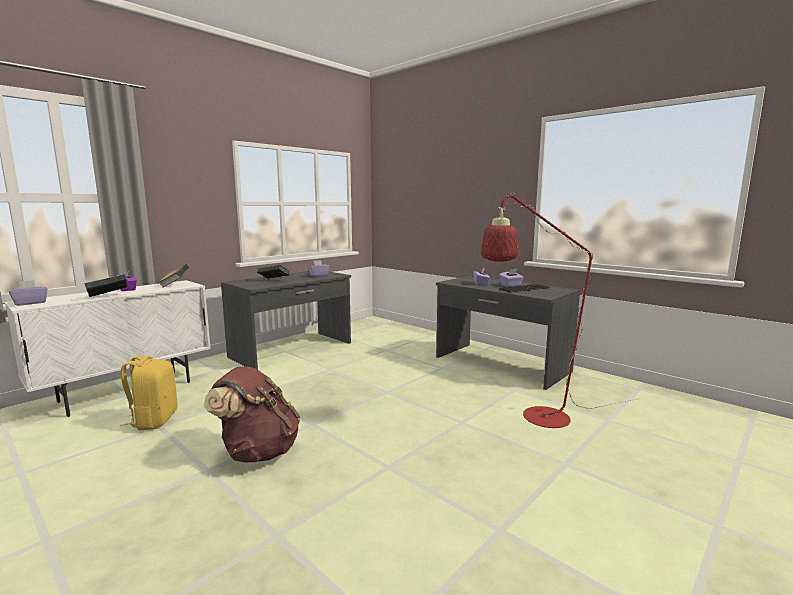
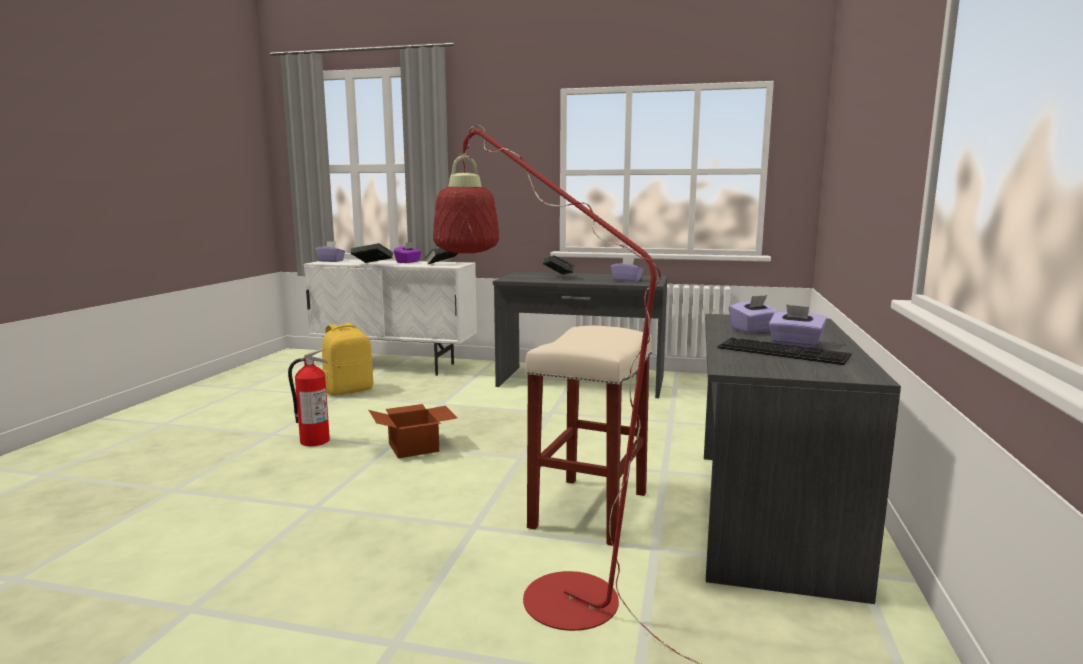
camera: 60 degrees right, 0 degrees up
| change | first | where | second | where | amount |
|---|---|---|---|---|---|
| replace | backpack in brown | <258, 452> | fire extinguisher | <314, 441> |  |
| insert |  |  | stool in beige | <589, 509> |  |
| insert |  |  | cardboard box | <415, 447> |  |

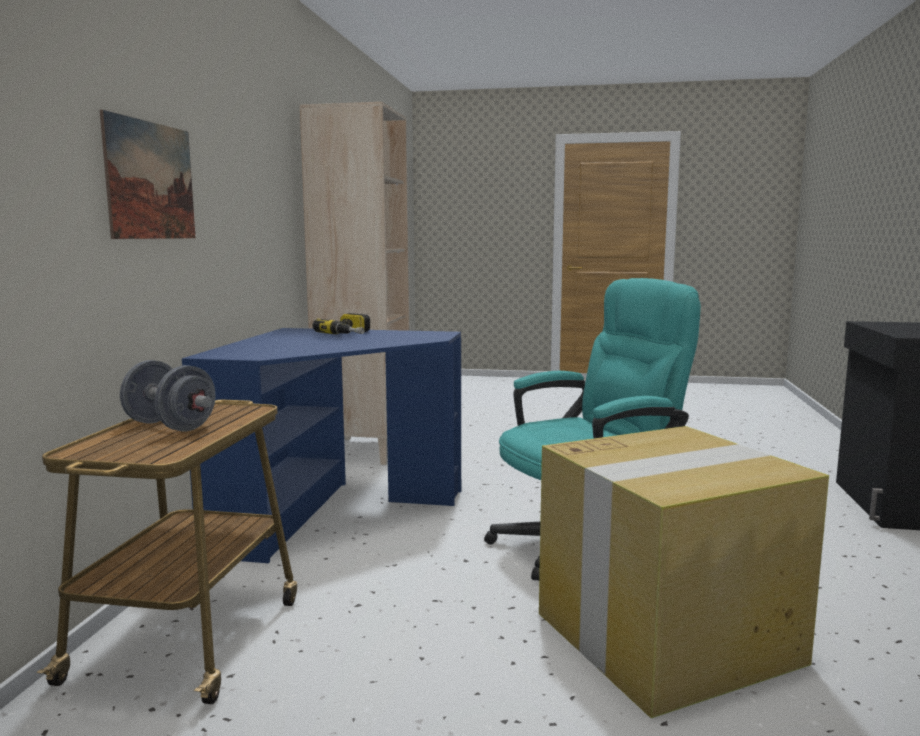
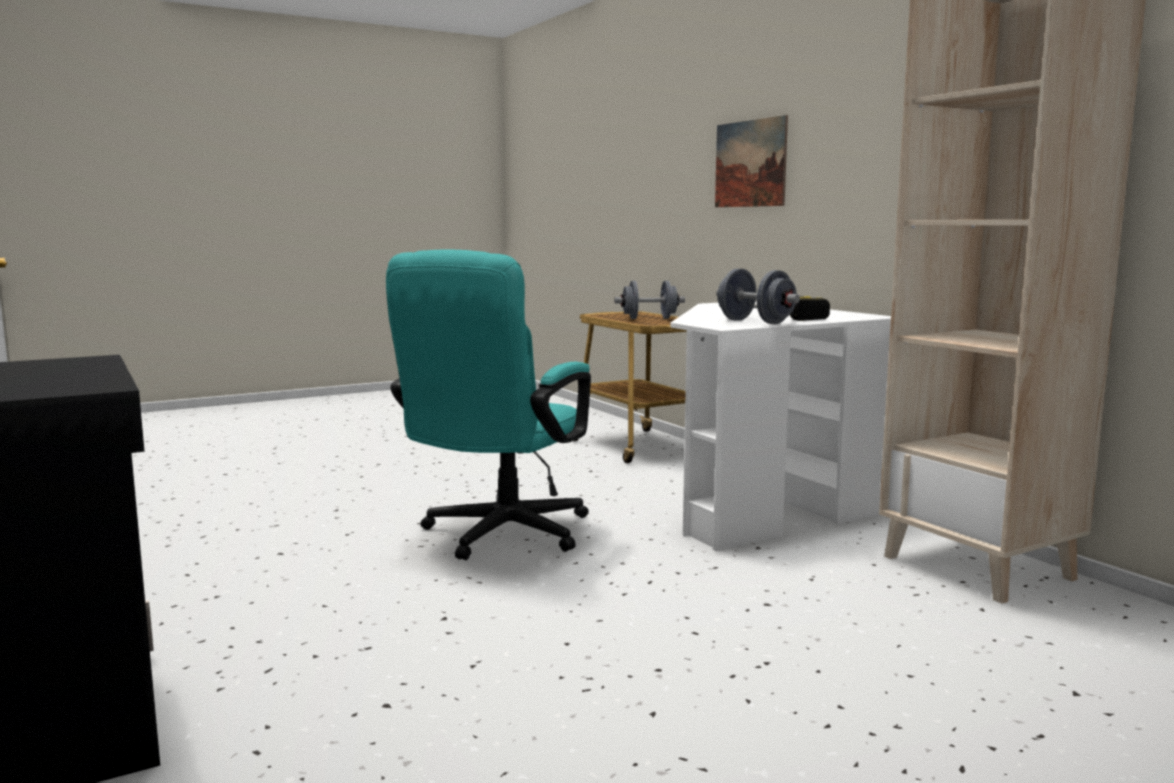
camera: 140 degrees right, 0 degrees up
| change | first | where | second | where | amount |
|---|---|---|---|---|---|
| recolor | desk in blue | <332, 514> | desk in white | <757, 501> |  |
| delete | cardboard box | <668, 637> |  |  |  |
| insert |  |  | dumbbell in grey | <755, 322> |  |

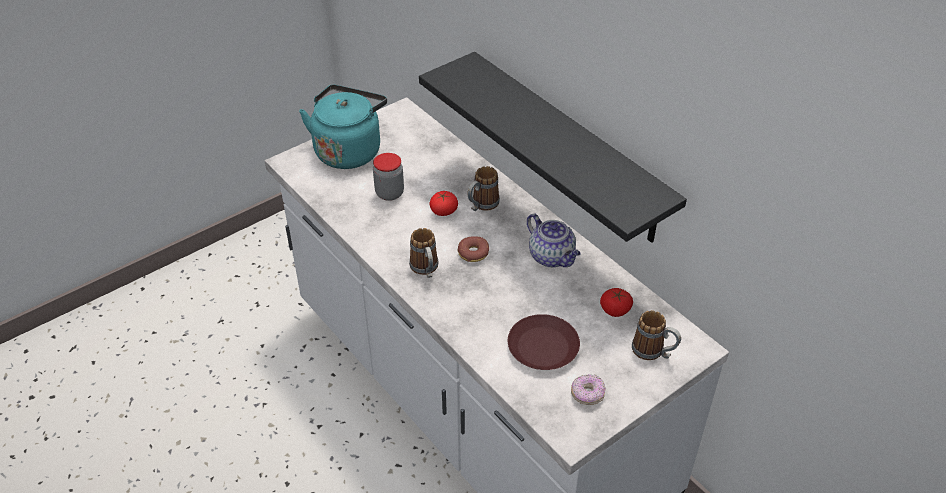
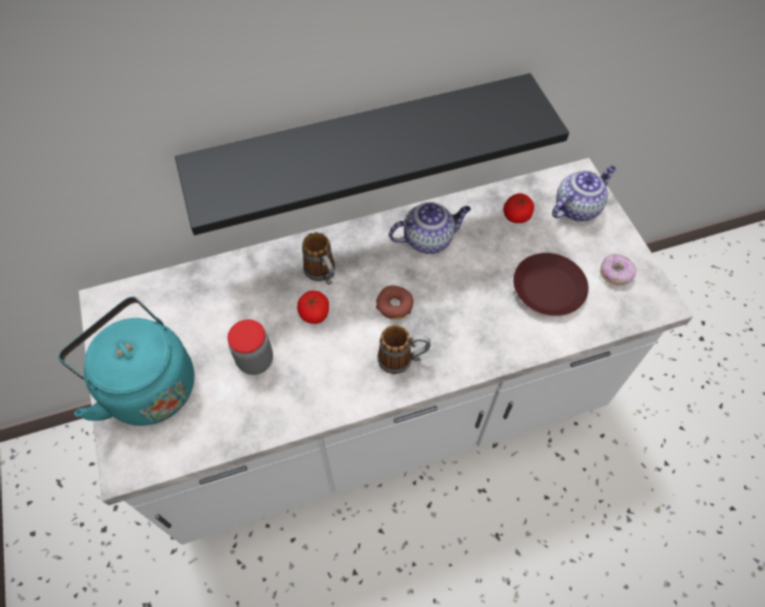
camera: 70 degrees left, 15 degrees up
| change | first | where | second | where | amount |
|---|---|---|---|---|---|
| replace | mug | <653, 352> | teapot | <577, 207> |  |

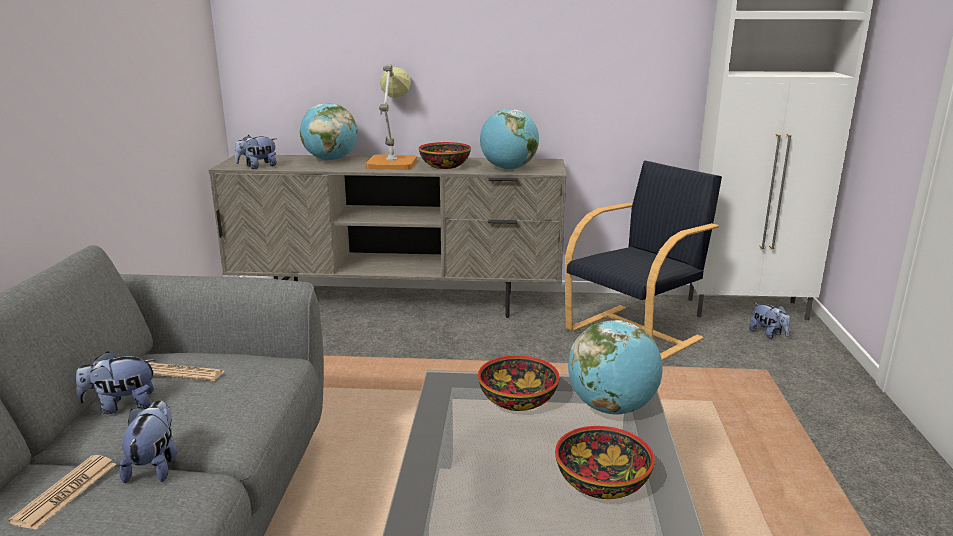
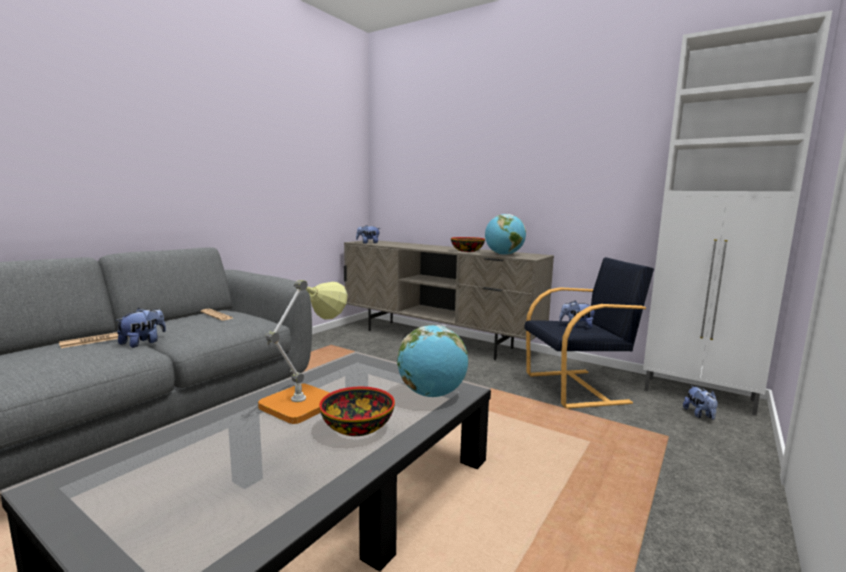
camera: 30 degrees right, 10 degrees down
| change | first | where | second | where | amount |
|---|---|---|---|---|---|
| move | table lamp | <393, 162> |  | <306, 401> |  |
| delete | globe | <330, 160> |  |  |  |
| move | plush toy | <121, 406> |  | <576, 326> |  |
| delete | bowl | <517, 400> |  |  |  |

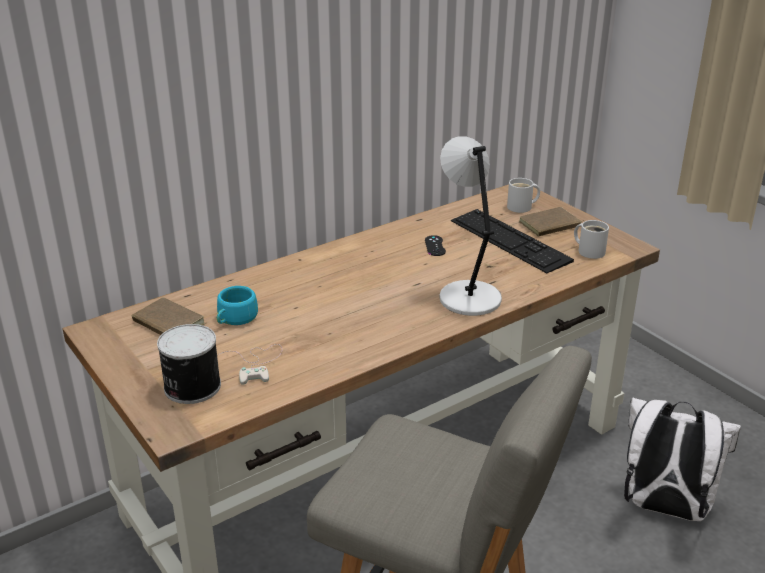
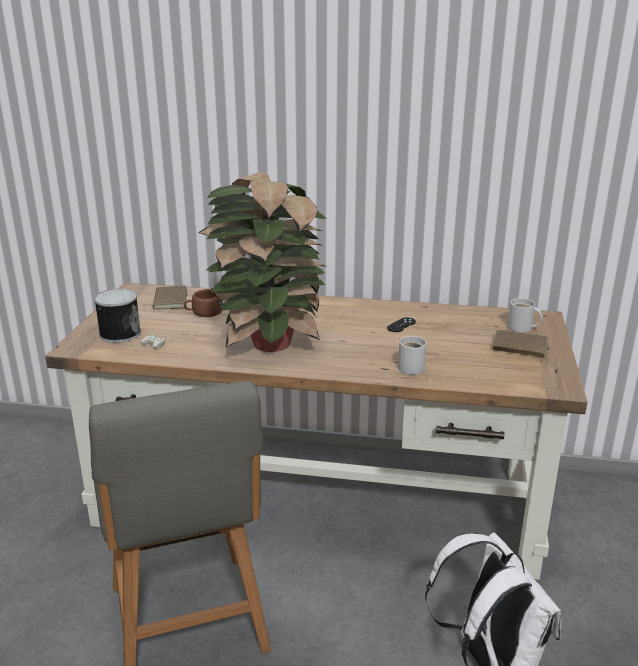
camera: 45 degrees right, 5 degrees down
| change | first | where | second | where | amount |
|---|---|---|---|---|---|
| delete | table lamp in grey | <468, 297> |  |  |  |
| delete | keyboard | <509, 240> |  |  |  |
| move | mug in white | <590, 251> |  | <412, 367> |  |
| recolor | cup in turquoise | <235, 319> | cup in brown | <203, 313> |  |
| insert |  |  | potted plant | <268, 342> |  |

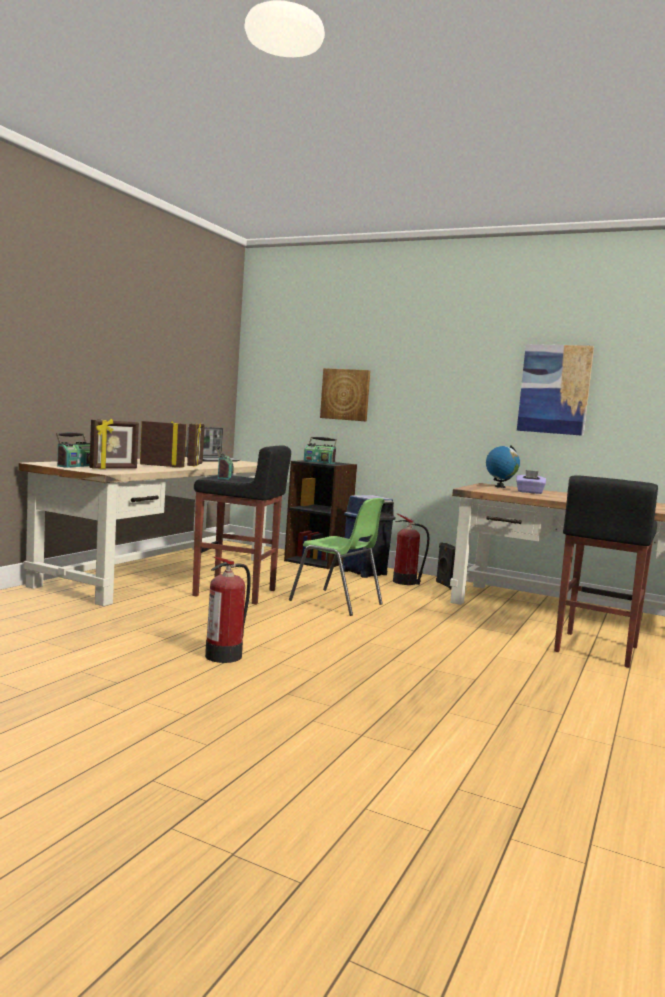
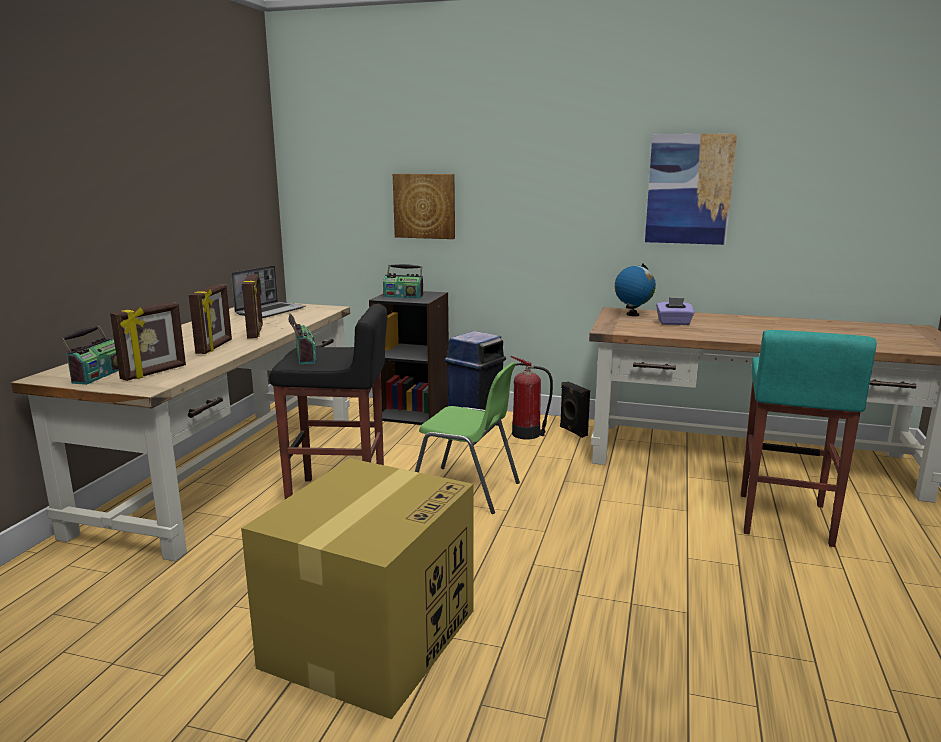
camera: 10 degrees left, 10 degrees up
| change | first | where | second | where | amount |
|---|---|---|---|---|---|
| rotate | picture frame | <162, 466> |  | <215, 347> | 105 degrees clockwise |
| recolor | stool in black | <595, 649> | stool in turquoise | <783, 519> |  |
| replace | fire extinguisher | <225, 655> | cardboard box | <371, 636> |  |

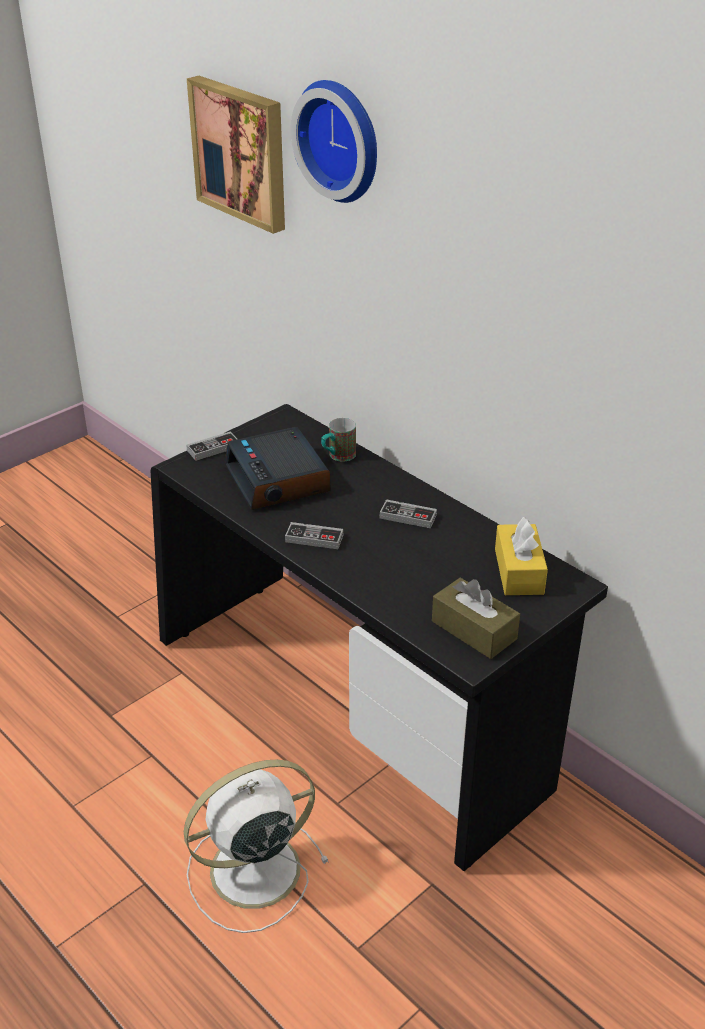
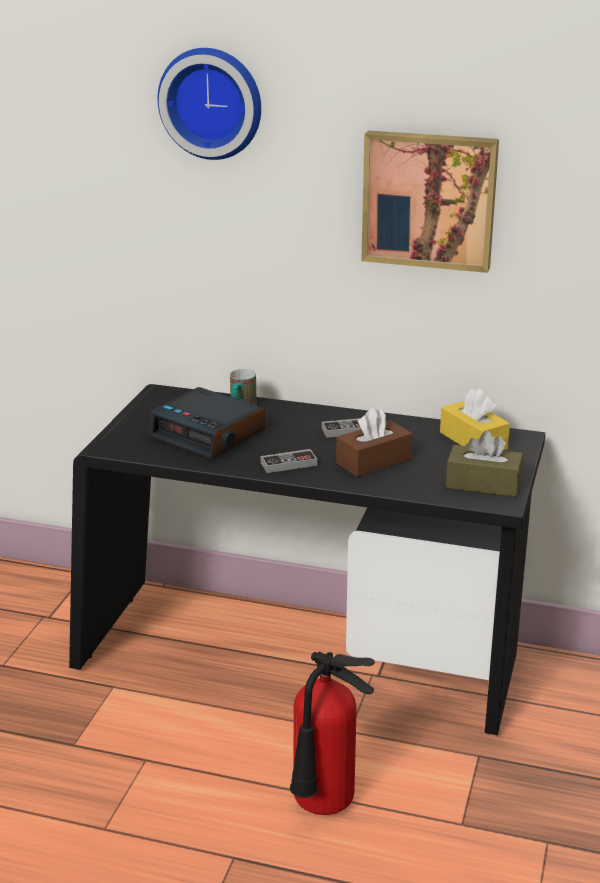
camera: 30 degrees left, 10 degrees down
| change | first | where | second | where | amount |
|---|---|---|---|---|---|
| move | picture | <242, 152> |  | <429, 199> |  |
| delete | game controller | <213, 448> |  |  |  |
| replace | fan in white | <251, 871> | fire extinguisher | <322, 808> |  |
| insert |  |  | tissue box in brown | <373, 461> |  |

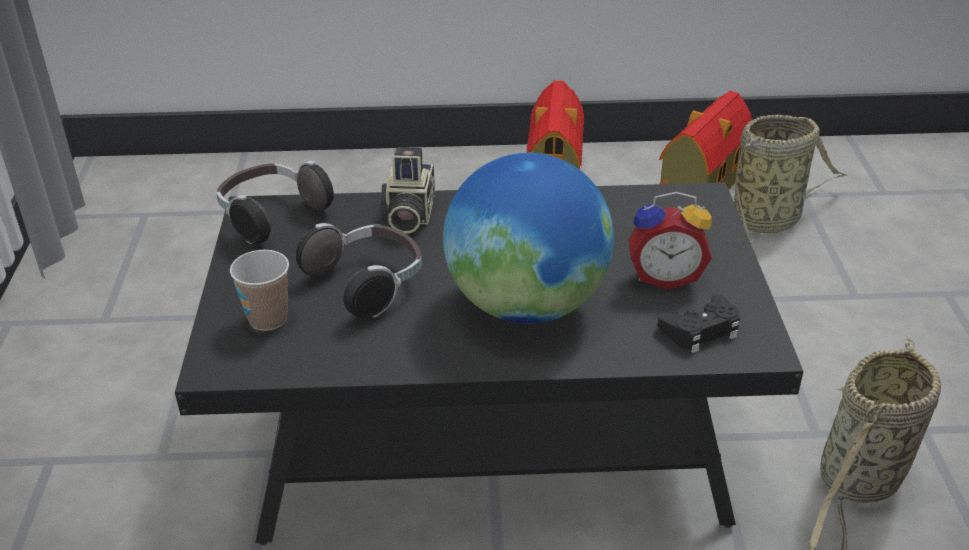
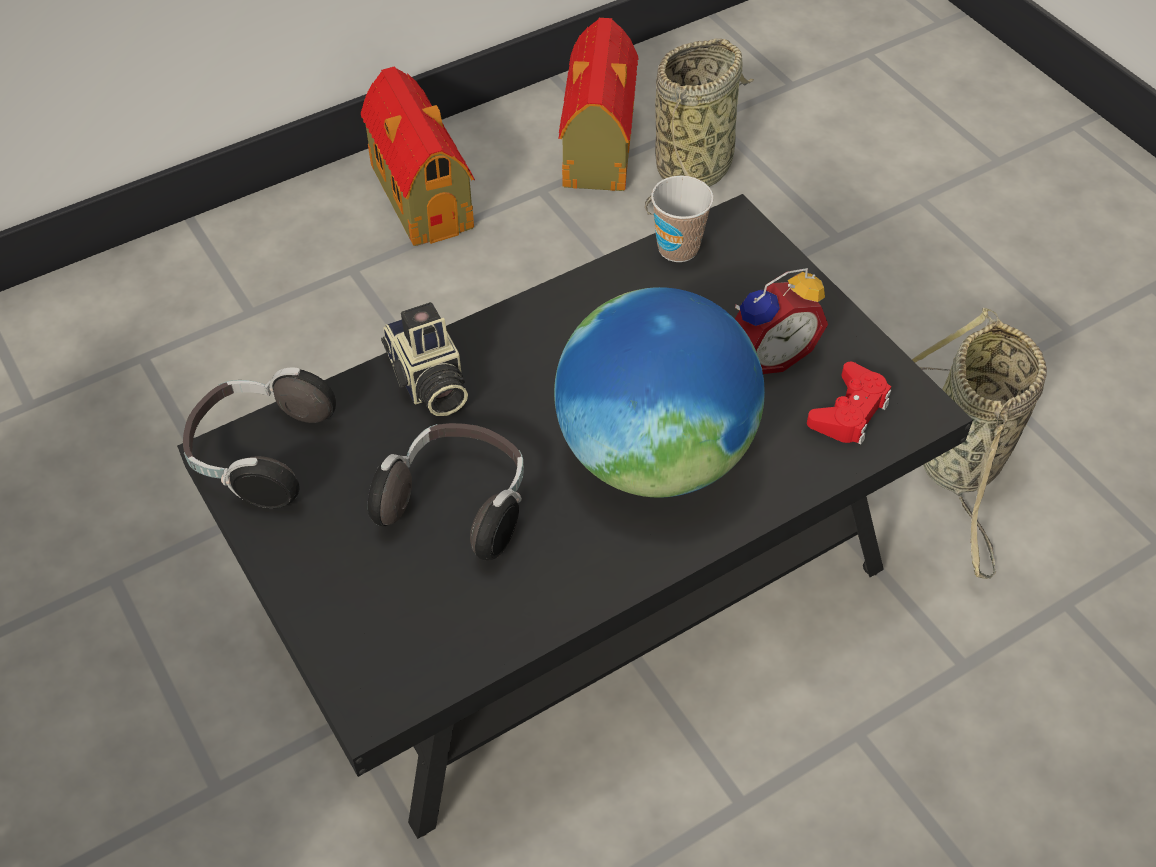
camera: 30 degrees left, 15 degrees up
| change | first | where | second | where | amount |
|---|---|---|---|---|---|
| move | cup | <268, 319> |  | <678, 248> |  |
| recolor | game controller in black | <700, 330> | game controller in red | <849, 411> |  |

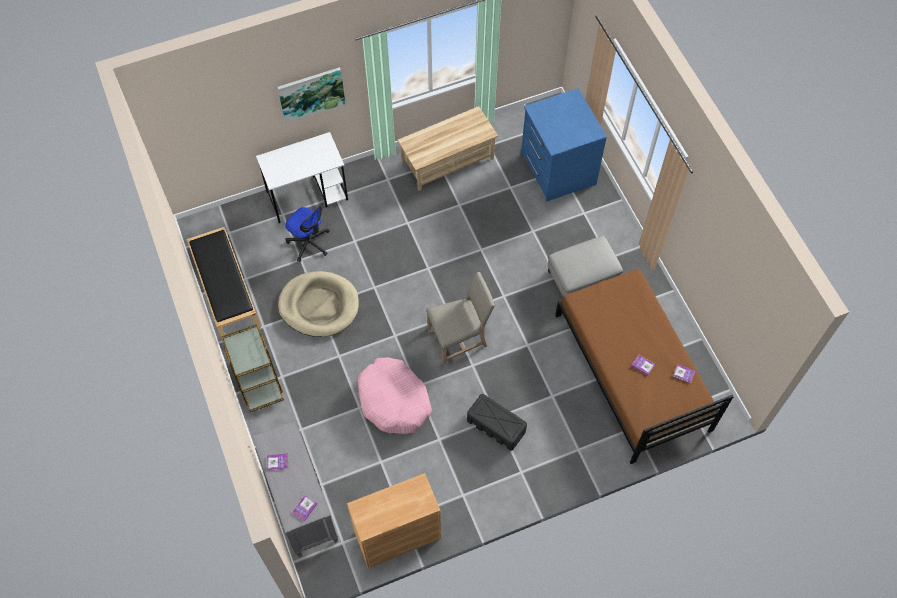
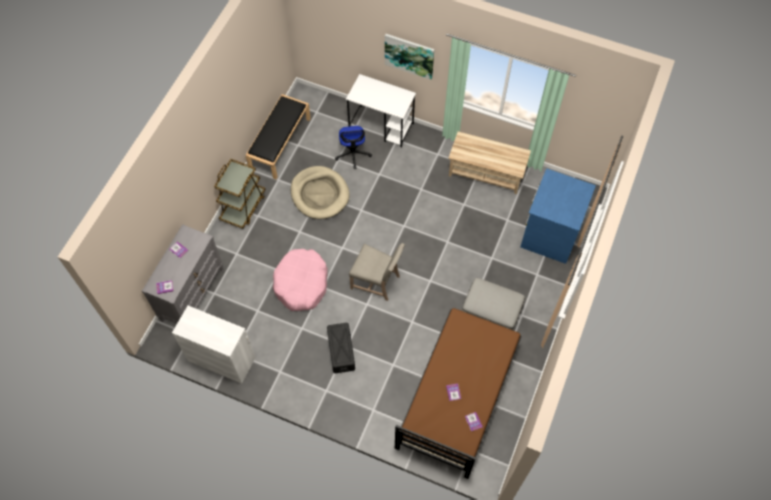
camera: 45 degrees right, 0 degrees up
| change | first | where | second | where | amount |
|---|---|---|---|---|---|
| recolor | cabinet in brown | <397, 535> | cabinet in white | <221, 359> |  |

